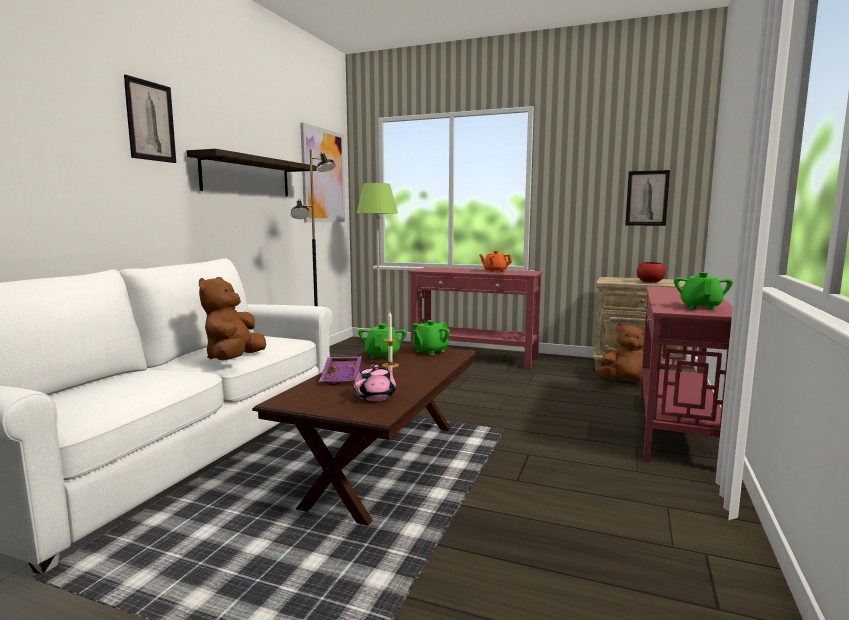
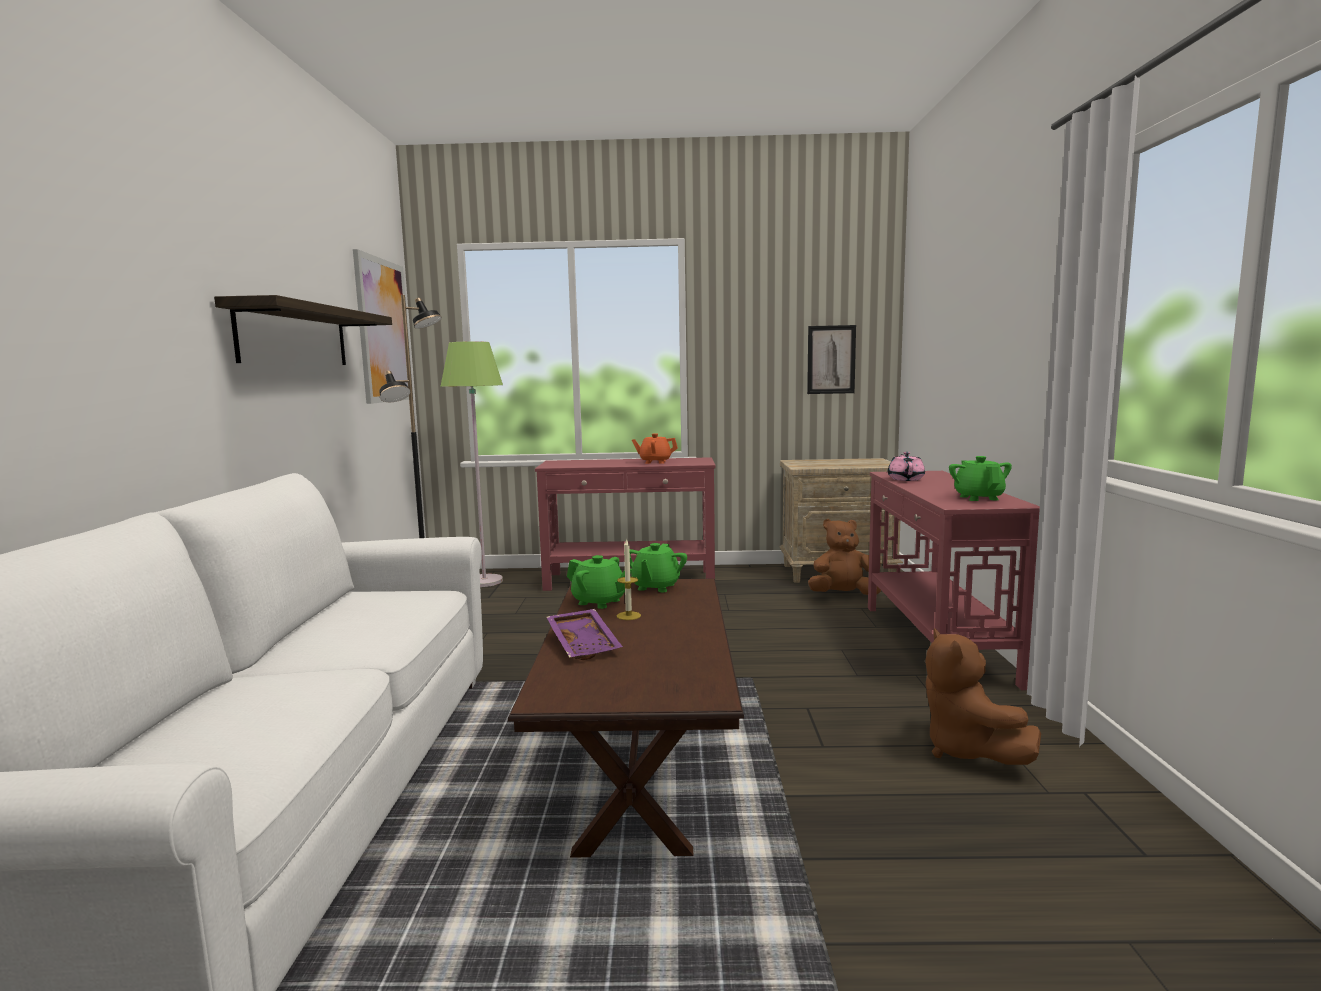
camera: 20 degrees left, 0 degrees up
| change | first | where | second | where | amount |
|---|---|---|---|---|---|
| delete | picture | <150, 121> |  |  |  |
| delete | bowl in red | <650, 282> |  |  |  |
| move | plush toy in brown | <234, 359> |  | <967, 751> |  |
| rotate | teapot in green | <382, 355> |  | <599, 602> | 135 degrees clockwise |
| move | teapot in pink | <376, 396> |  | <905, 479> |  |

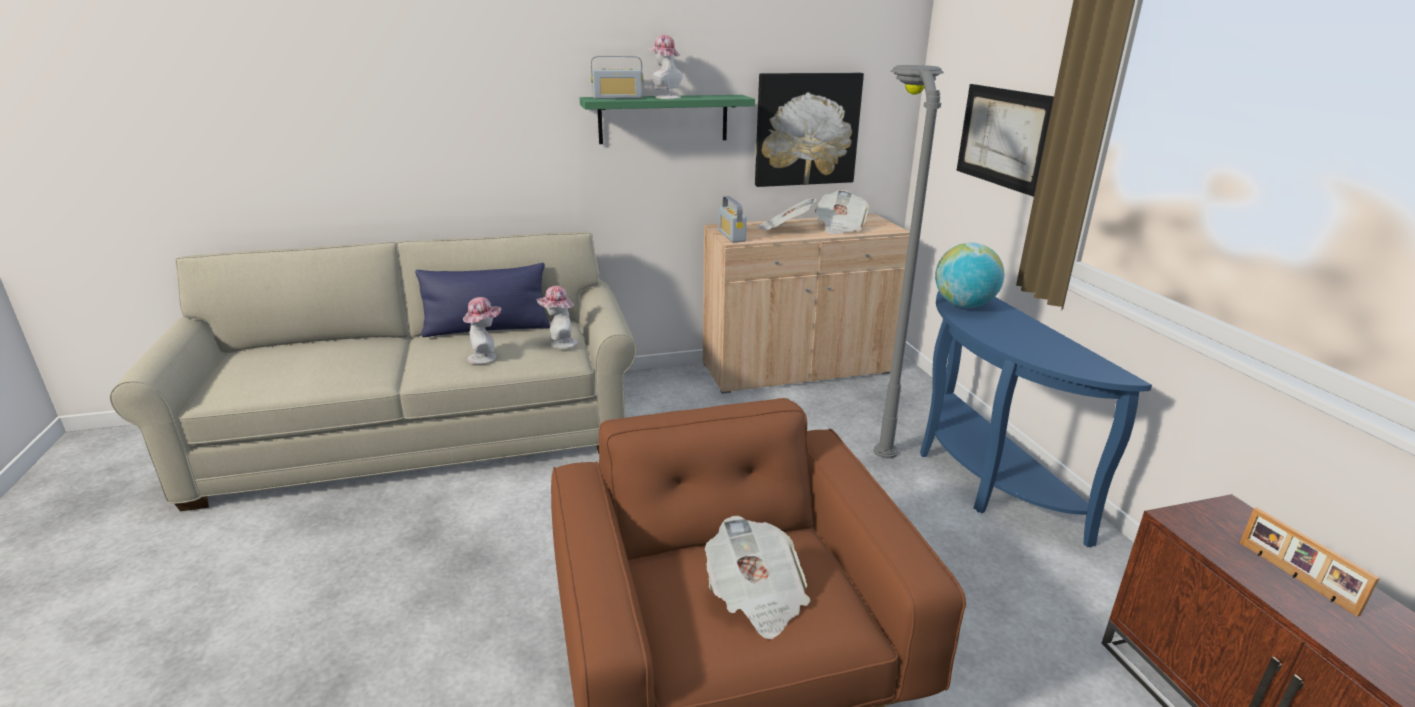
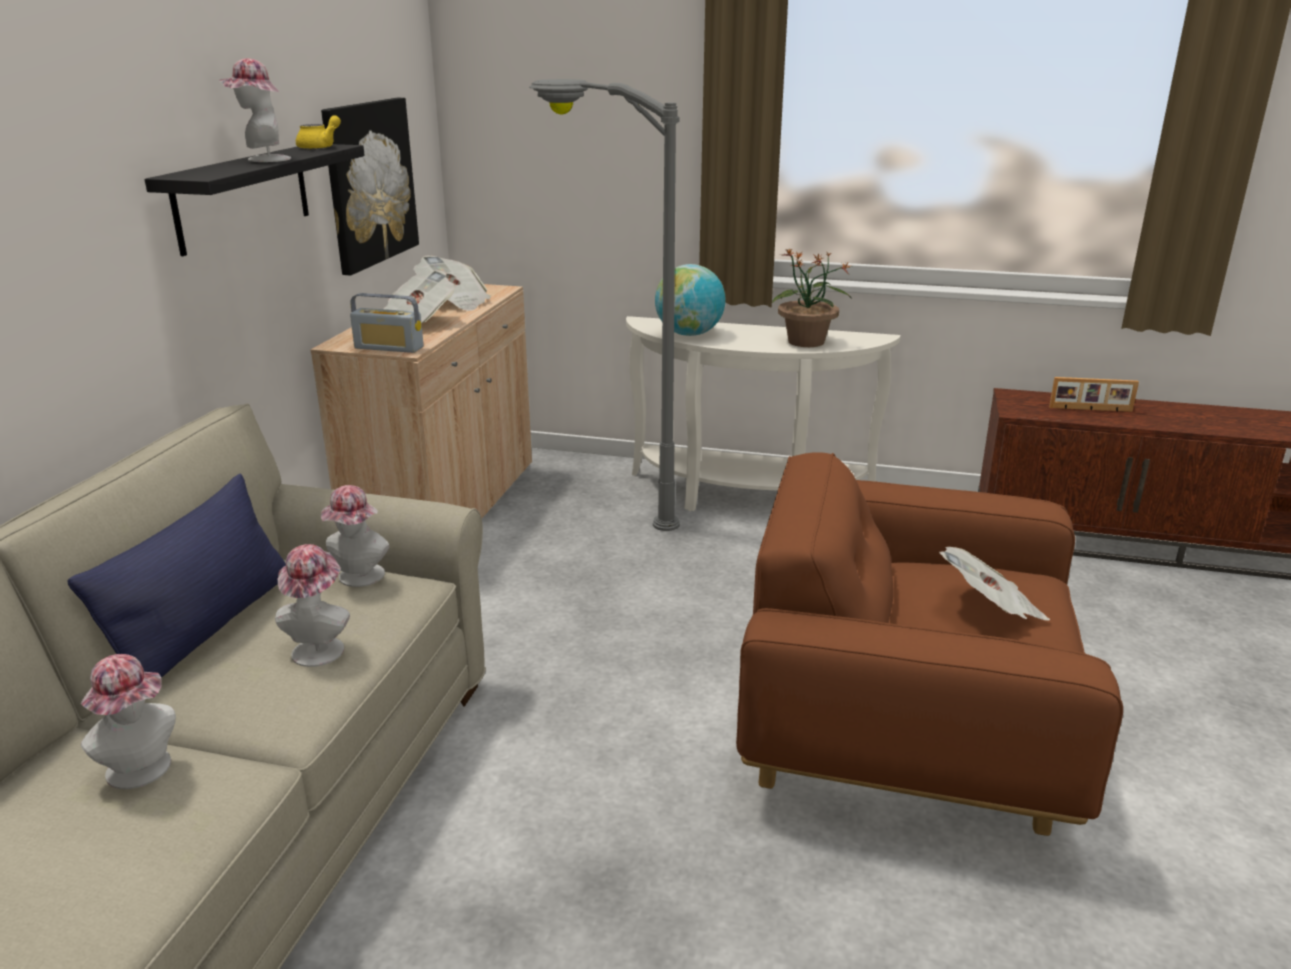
camera: 60 degrees left, 0 degrees up
| change | first | where | second | where | amount |
|---|---|---|---|---|---|
| delete | radio | <617, 98> |  |  |  |
| delete | picture | <1003, 137> |  |  |  |
| recolor | shelf in green | <663, 119> | shelf in black | <243, 196> |  |
| recolor | console table in blue | <980, 475> | console table in white | <746, 499> |  |
| insert |  |  | teapot in yellow | <320, 147> |  |
| insert |  |  | potted plant | <806, 342> |  |
| insert |  |  | hat | <143, 772> |  |

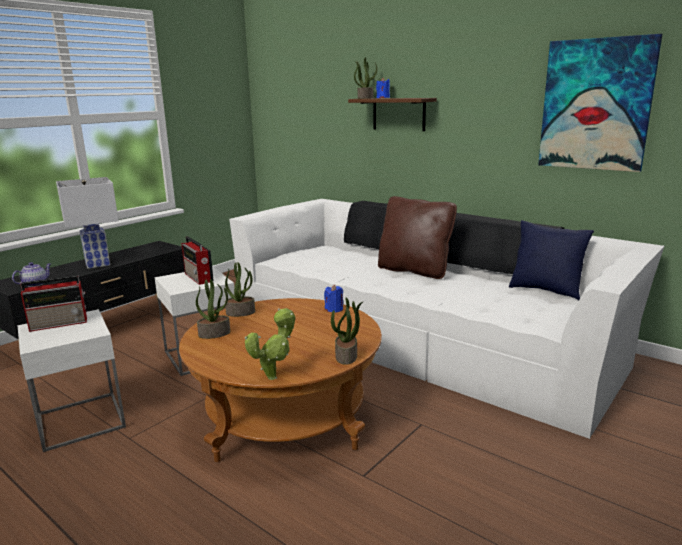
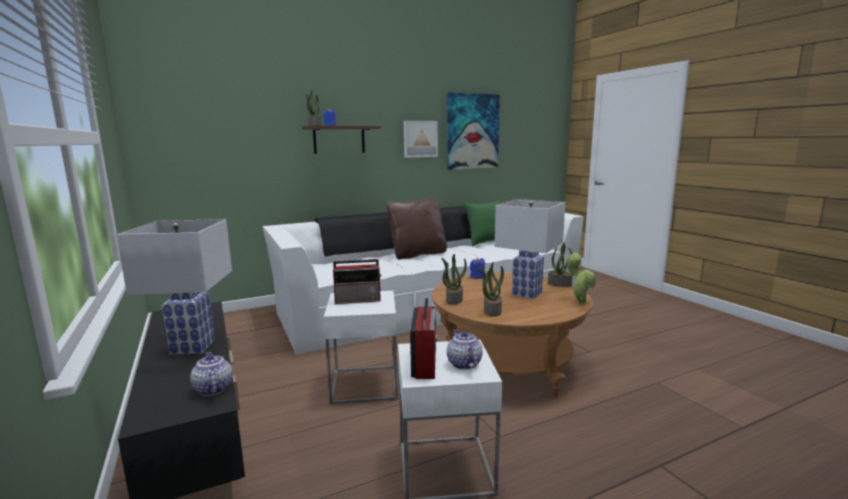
camera: 65 degrees left, 5 degrees down
| change | first | where | second | where | amount |
|---|---|---|---|---|---|
| recolor | pillow in blue | <545, 290> | pillow in green | <485, 242> |  |
| insert |  |  | picture | <420, 139> |  |
| insert |  |  | table lamp in white | <526, 293> |  |
| insert |  |  | teapot | <463, 363> |  |

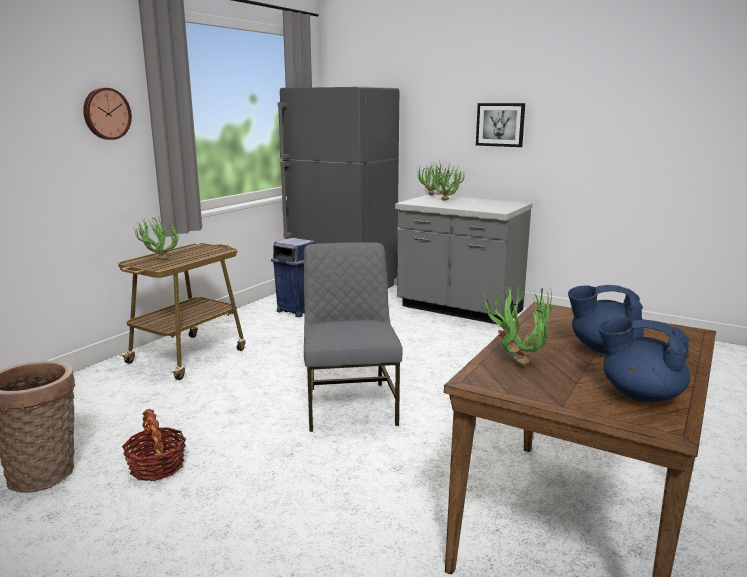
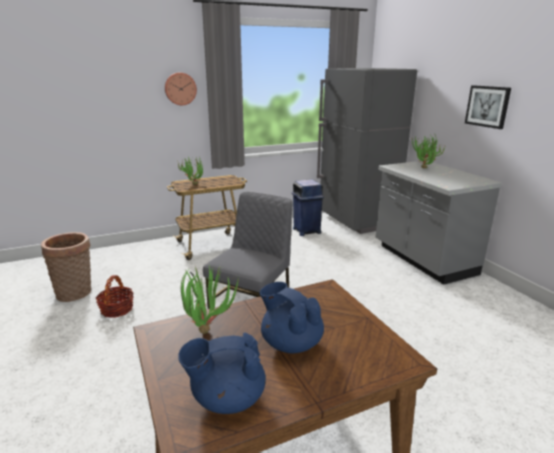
camera: 35 degrees right, 5 degrees up
| change | first | where | second | where | amount |
|---|---|---|---|---|---|
| rotate | teapot in blue | <639, 394> |  | <227, 398> | 75 degrees counterclockwise |

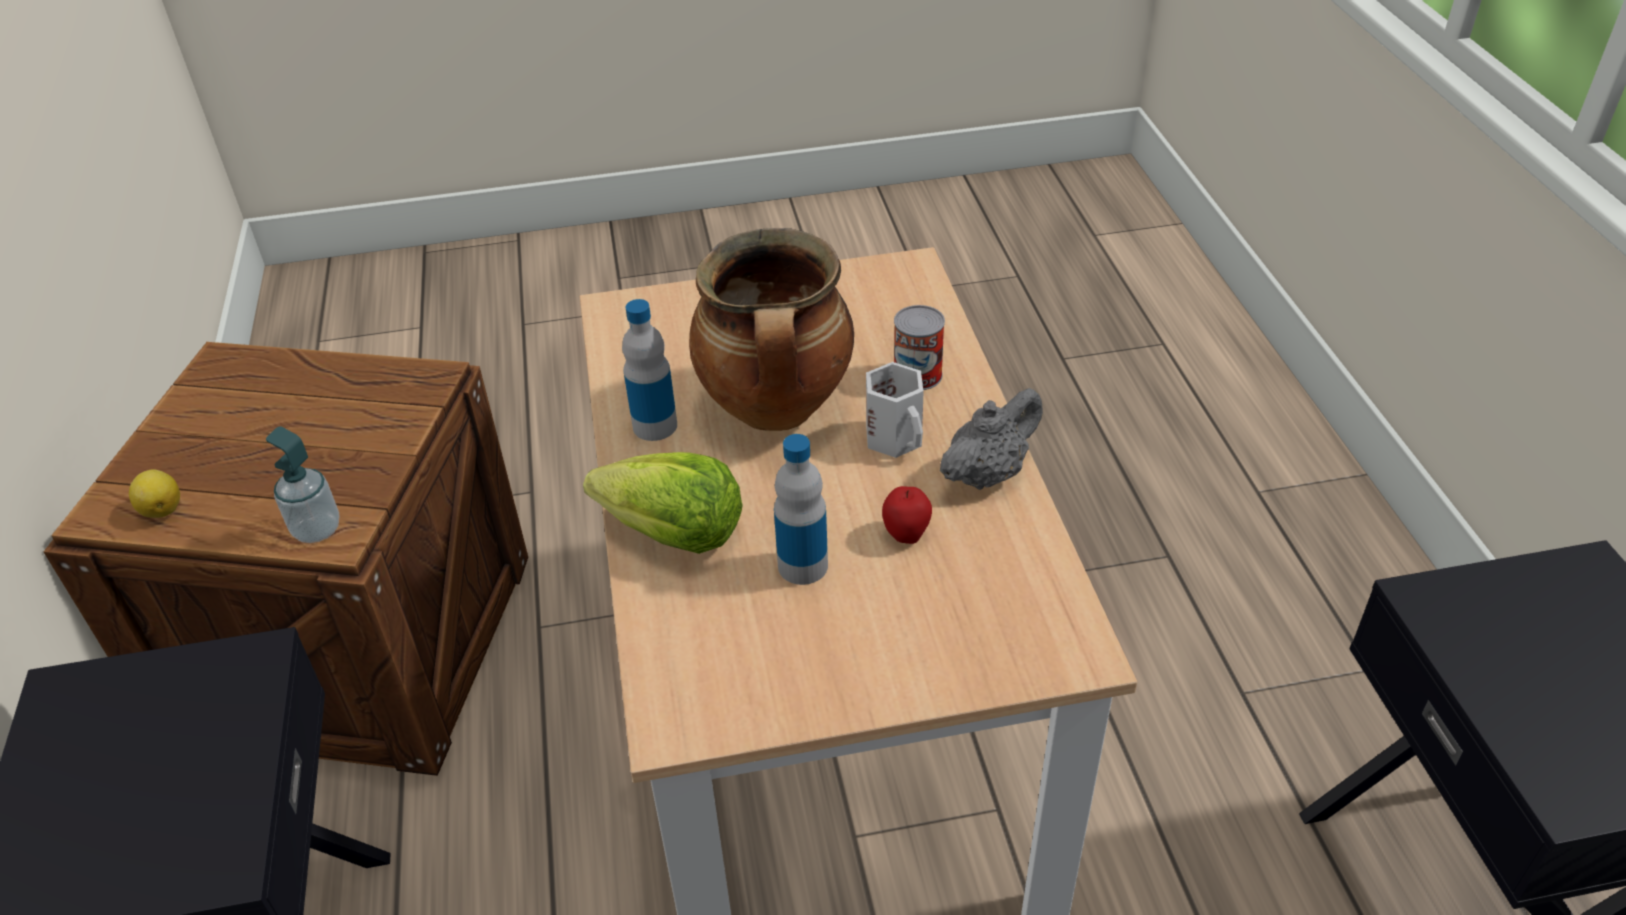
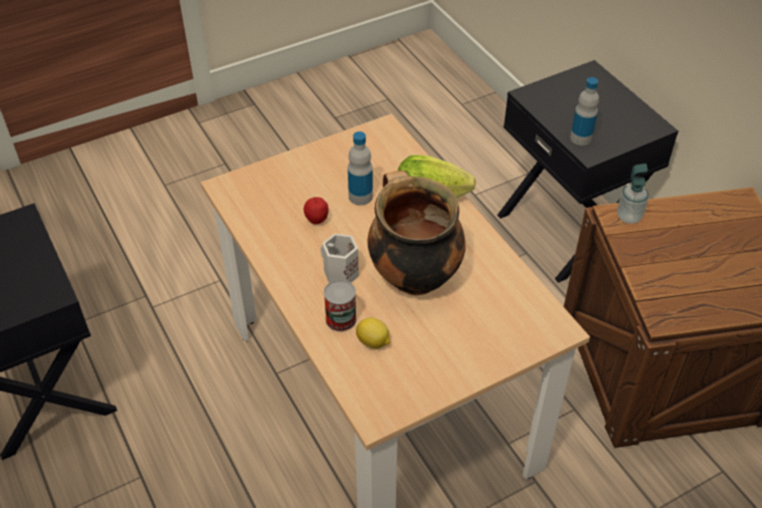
camera: 160 degrees right, 5 degrees up
| change | first | where | second | where | amount |
|---|---|---|---|---|---|
| move | bottle | <655, 426> |  | <581, 138> |  |
| delete | teapot in grey | <988, 473> |  |  |  |
| move | lemon | <162, 508> |  | <373, 342> |  |

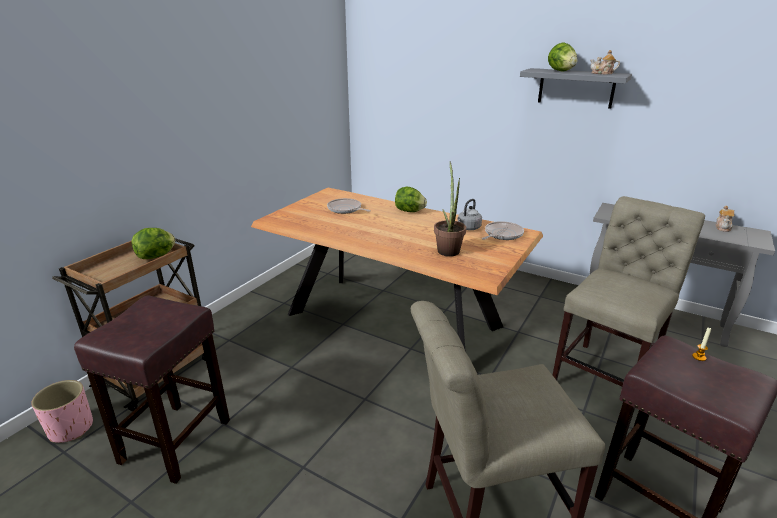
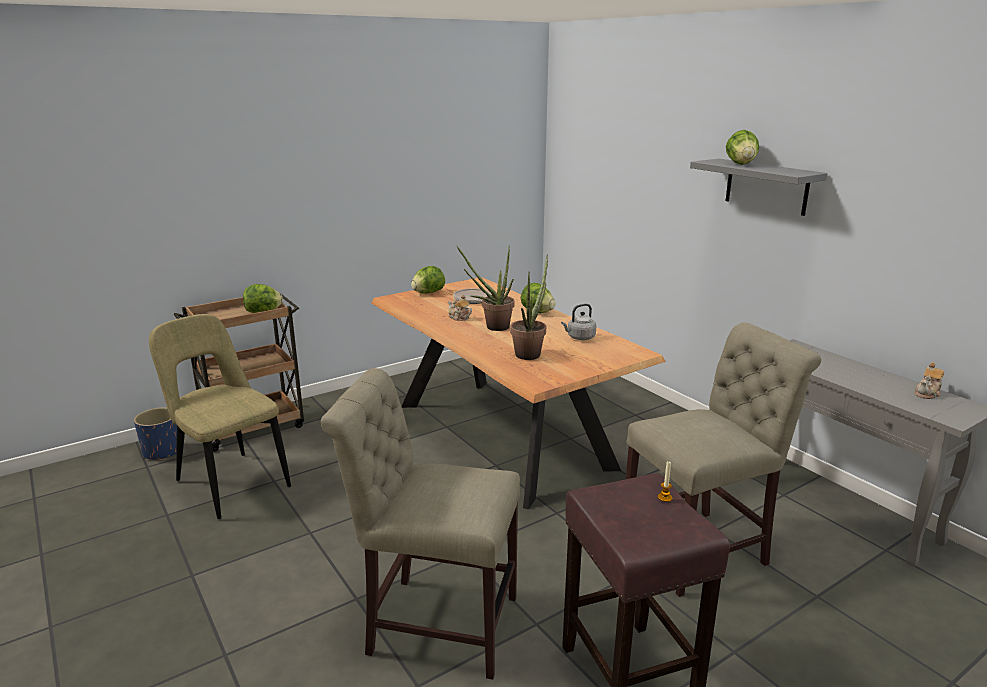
camera: 25 degrees right, 5 degrees down
| change | first | where | second | where | amount |
|---|---|---|---|---|---|
| move | teapot | <602, 73> |  | <459, 317> |  |
| delete | frying pan | <502, 234> |  |  |  |
| replace | stool in brown | <177, 439> | chair in beige | <230, 482> |  |
| recolor | planter in pink | <71, 428> | planter in blue | <162, 452> |  |
| insert |  |  | potted plant | <492, 327> |  |
| insert |  |  | lettuce | <428, 293> |  |

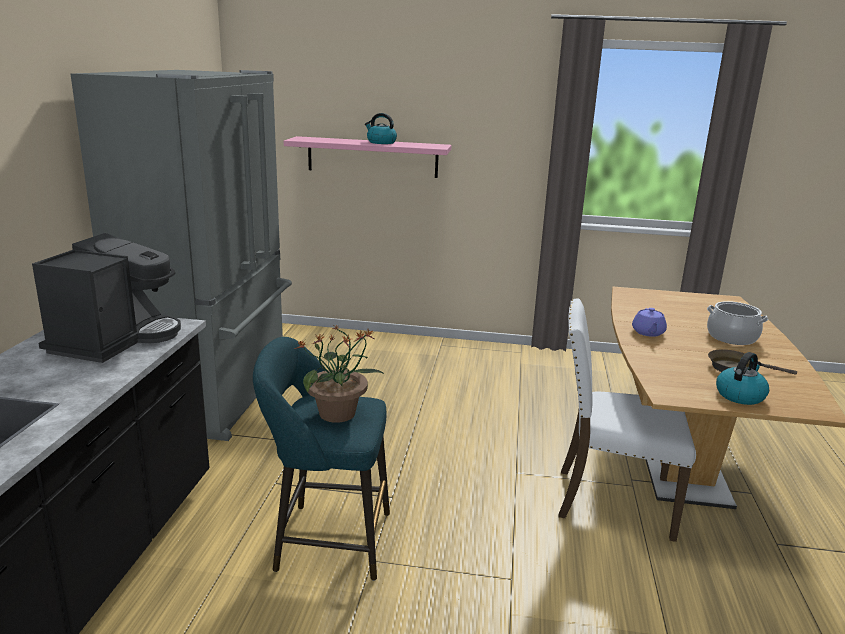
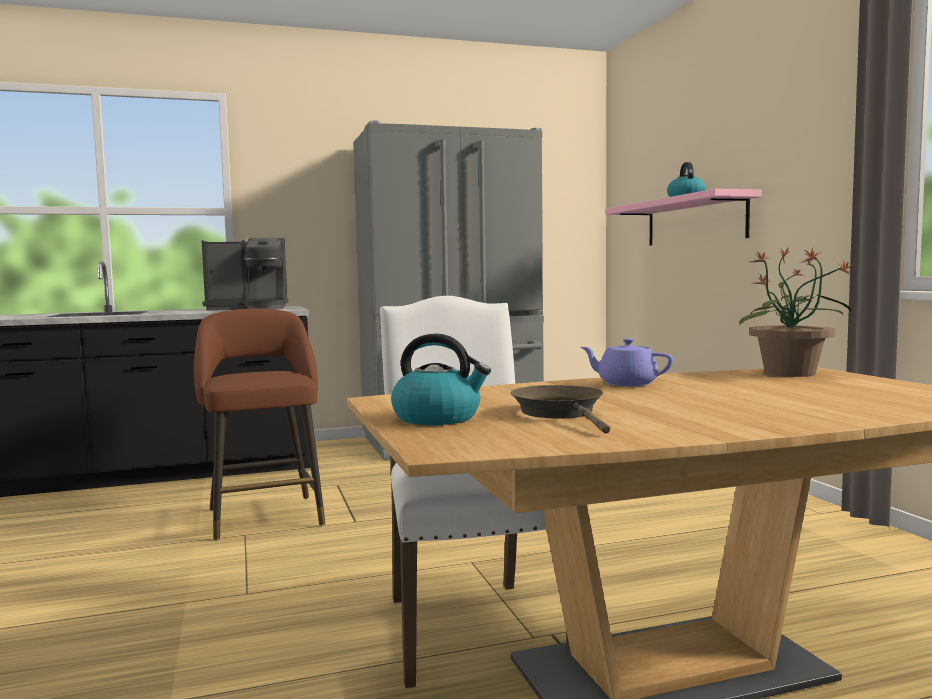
camera: 65 degrees right, 15 degrees down
| change | first | where | second | where | amount |
|---|---|---|---|---|---|
| delete | cooking pot | <732, 337> |  |  |  |
| rotate | teapot in purple | <648, 333> |  | <626, 384> | 45 degrees clockwise |
| move | potted plant | <338, 413> |  | <791, 373> |  |
| recolor | stool in turquoise | <326, 540> | stool in brown | <264, 515> |  |

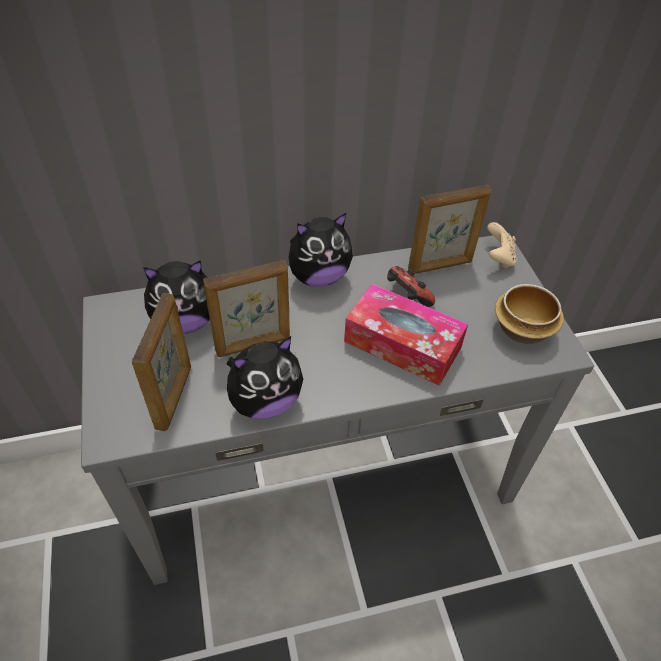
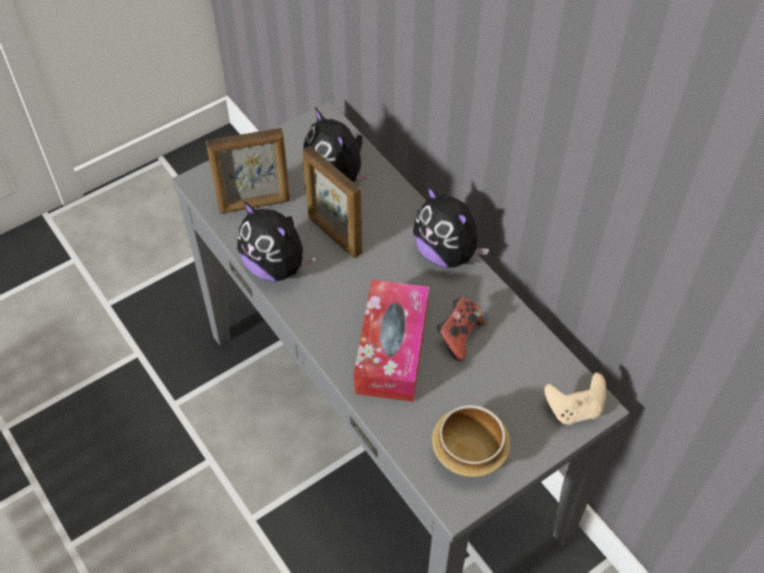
camera: 70 degrees right, 5 degrees up
| change | first | where | second | where | amount |
|---|---|---|---|---|---|
| delete | picture frame | <440, 266> |  |  |  |

